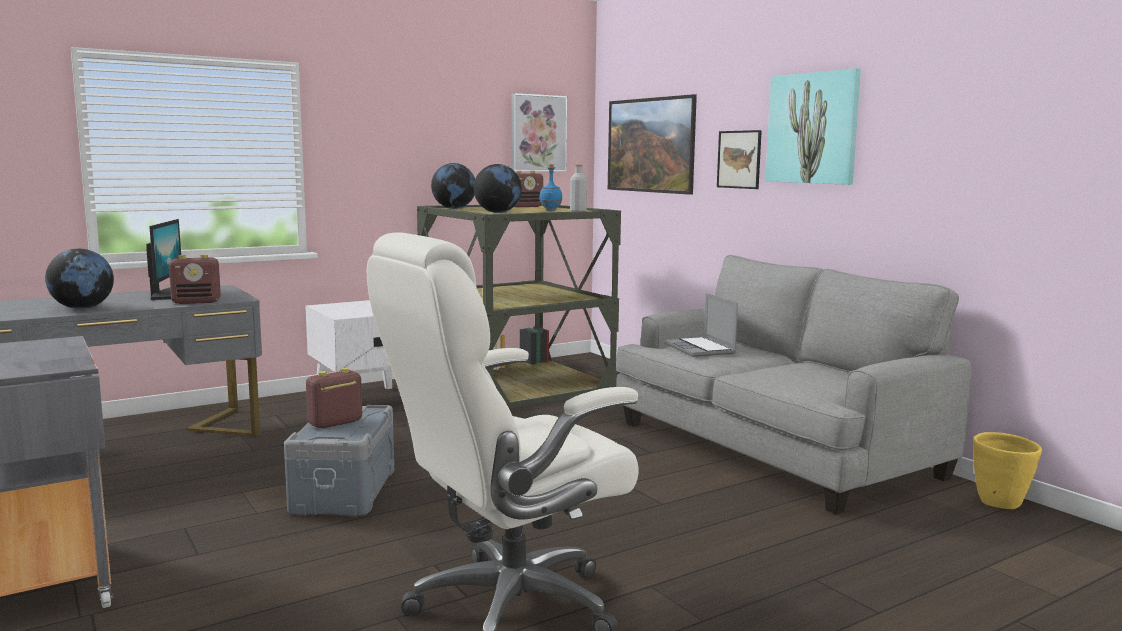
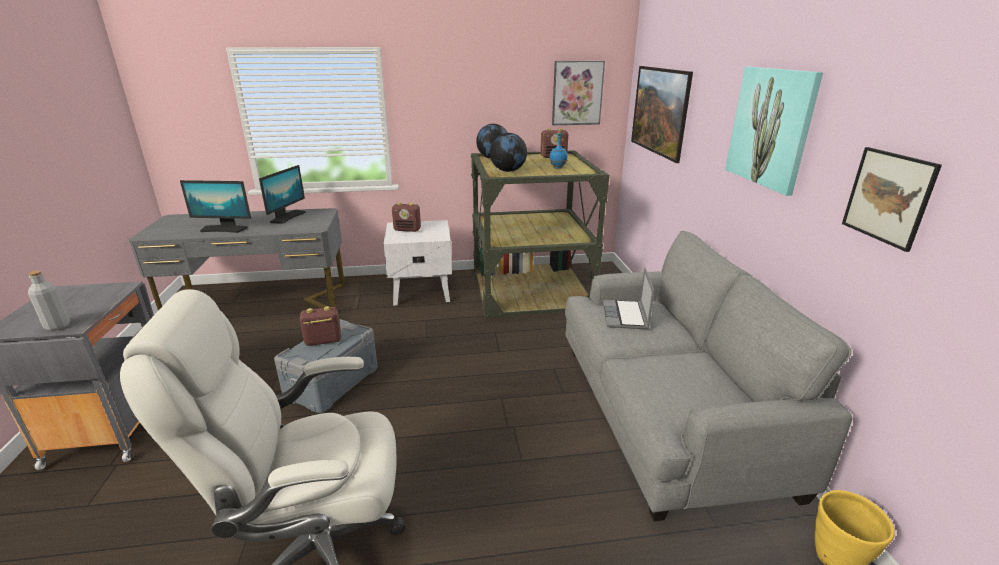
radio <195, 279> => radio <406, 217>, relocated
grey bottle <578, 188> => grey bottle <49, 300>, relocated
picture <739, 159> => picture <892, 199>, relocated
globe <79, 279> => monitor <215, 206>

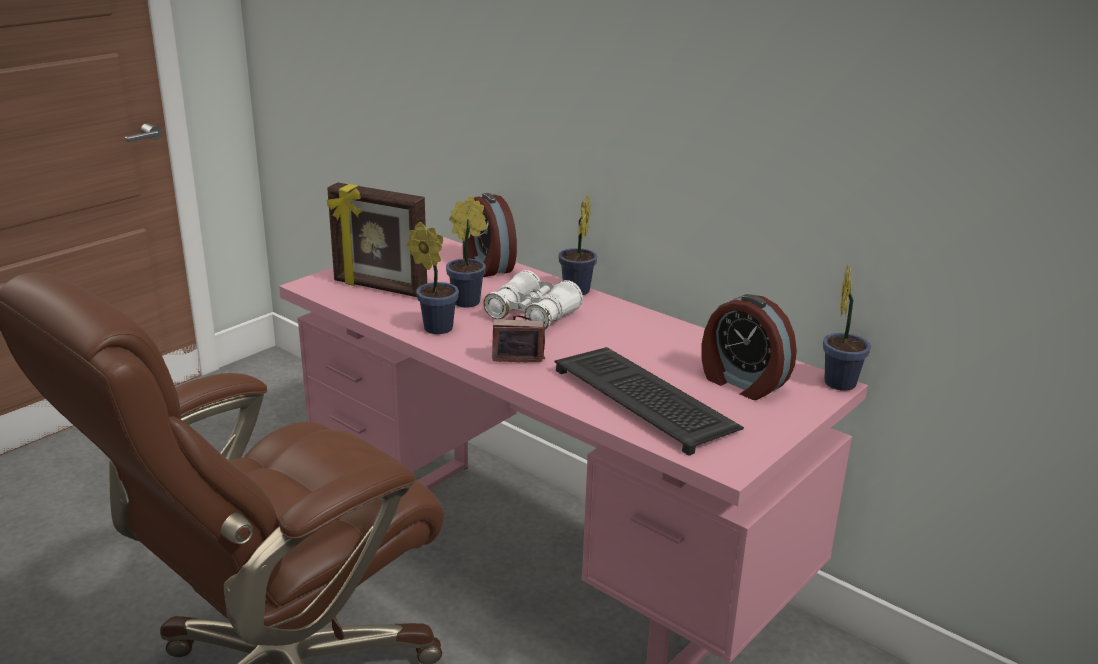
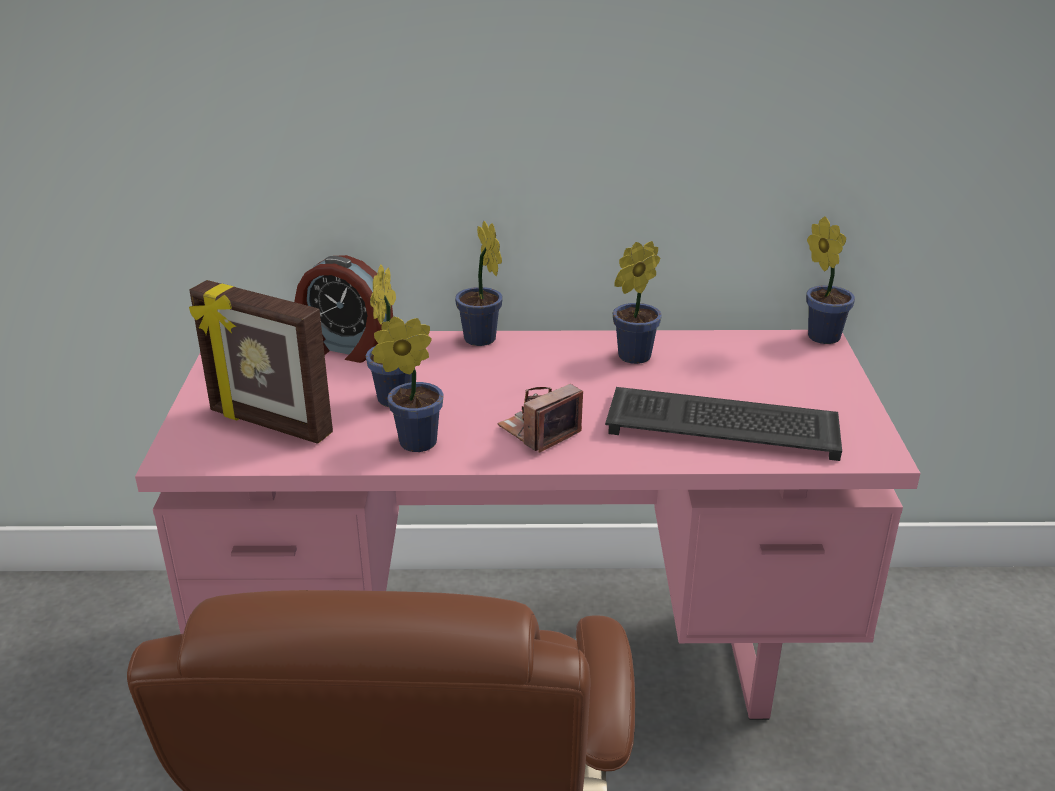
white binoculars <533, 299> => nothing
alarm clock <749, 347> => nothing
nothing => potted plant <637, 302>
picture frame <377, 240> => picture frame <261, 362>, 45 degrees clockwise

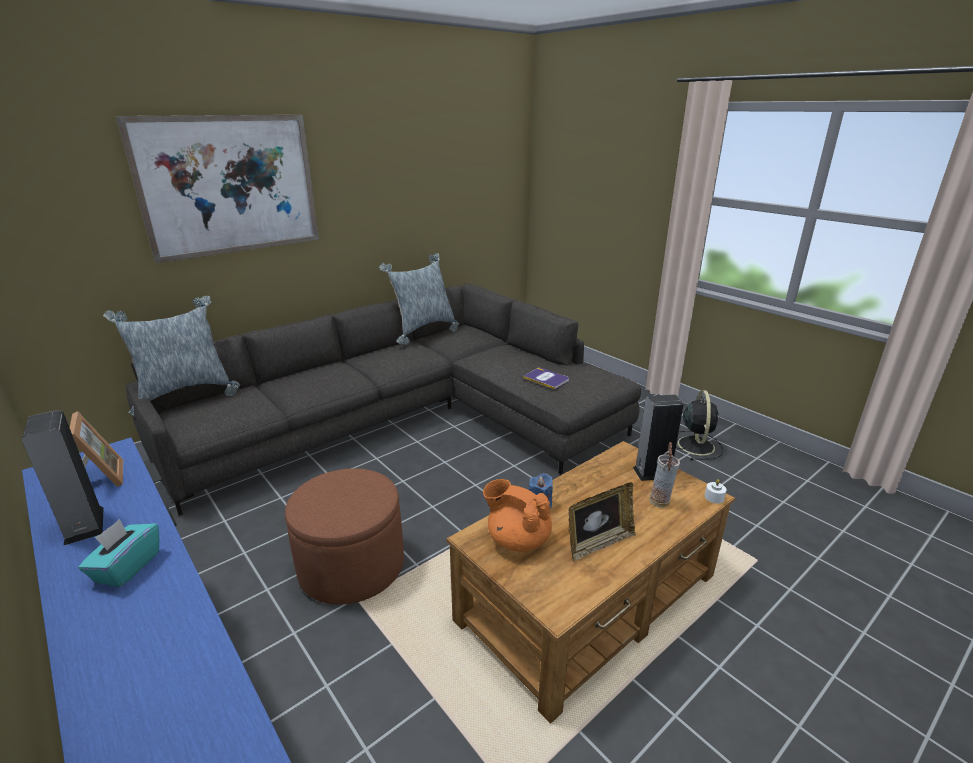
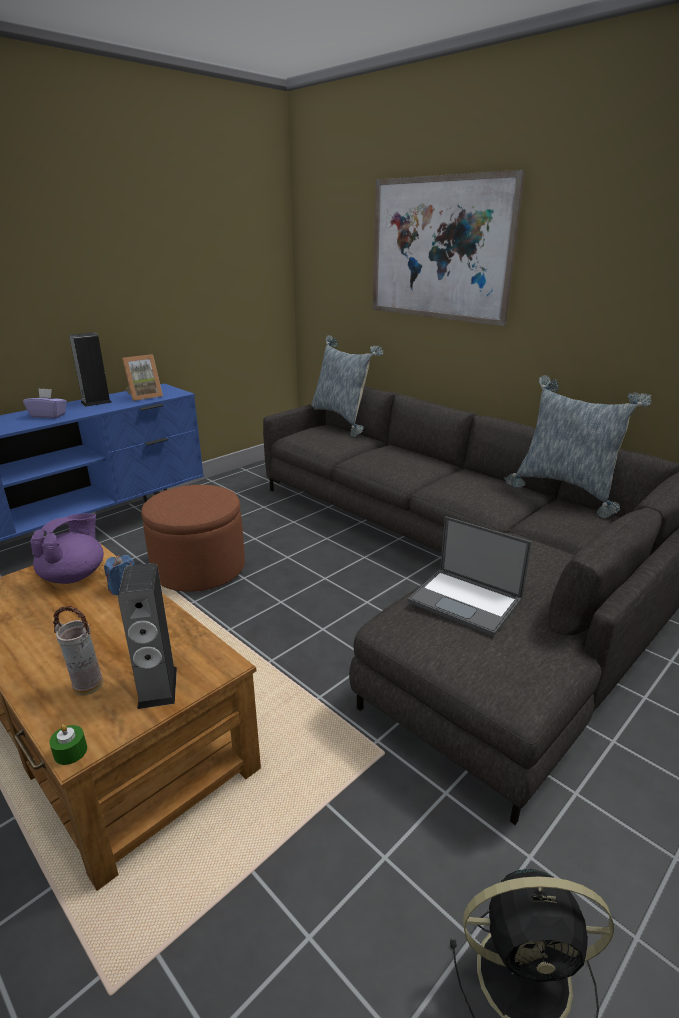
picture frame <602, 521> => nothing
book <546, 378> => laptop <470, 576>
turquoise tissue box <118, 553> => purple tissue box <45, 403>
orange teapot <517, 515> => purple teapot <67, 548>
white candle <715, 491> => green candle <68, 744>

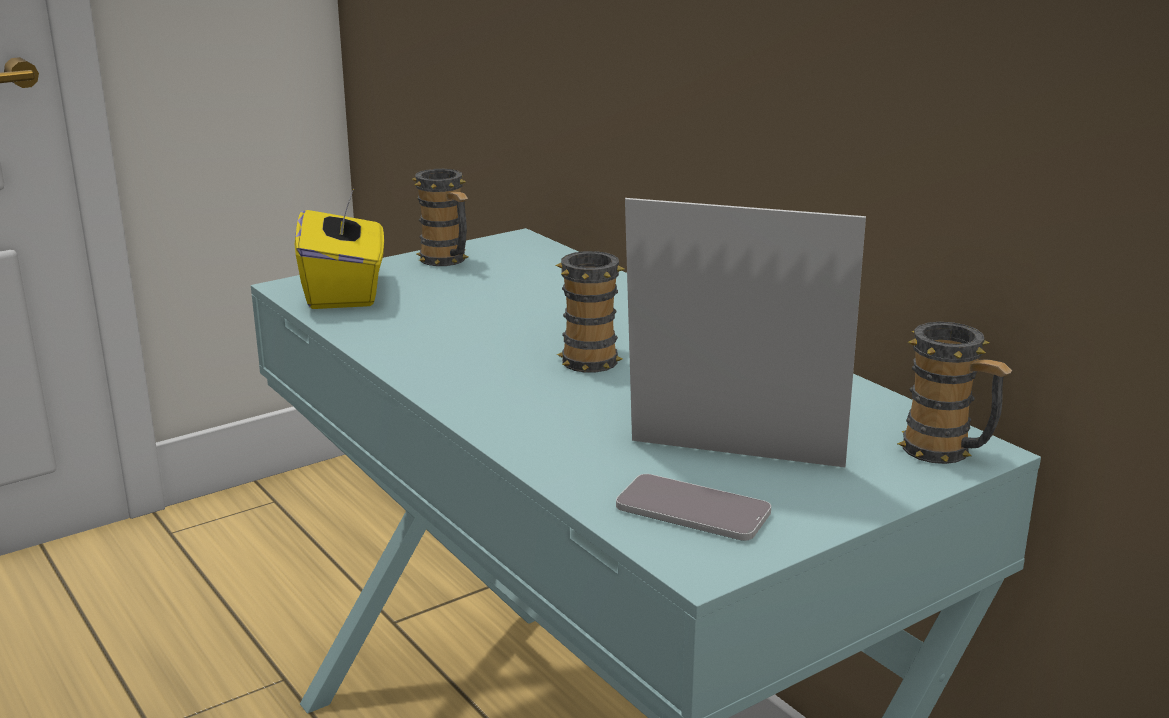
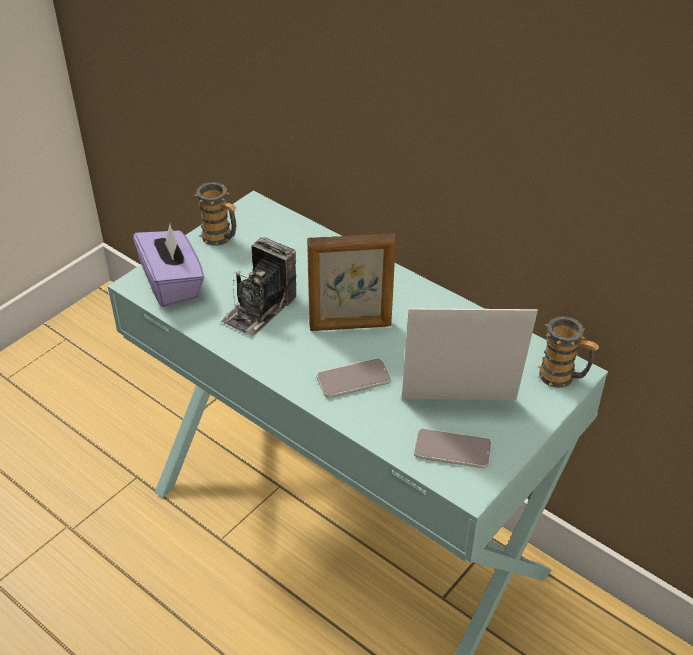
nothing => photo camera <258, 287>
nothing => phone <354, 378>
mug <590, 312> => picture frame <351, 282>
yellow tissue box <339, 249> => purple tissue box <169, 265>

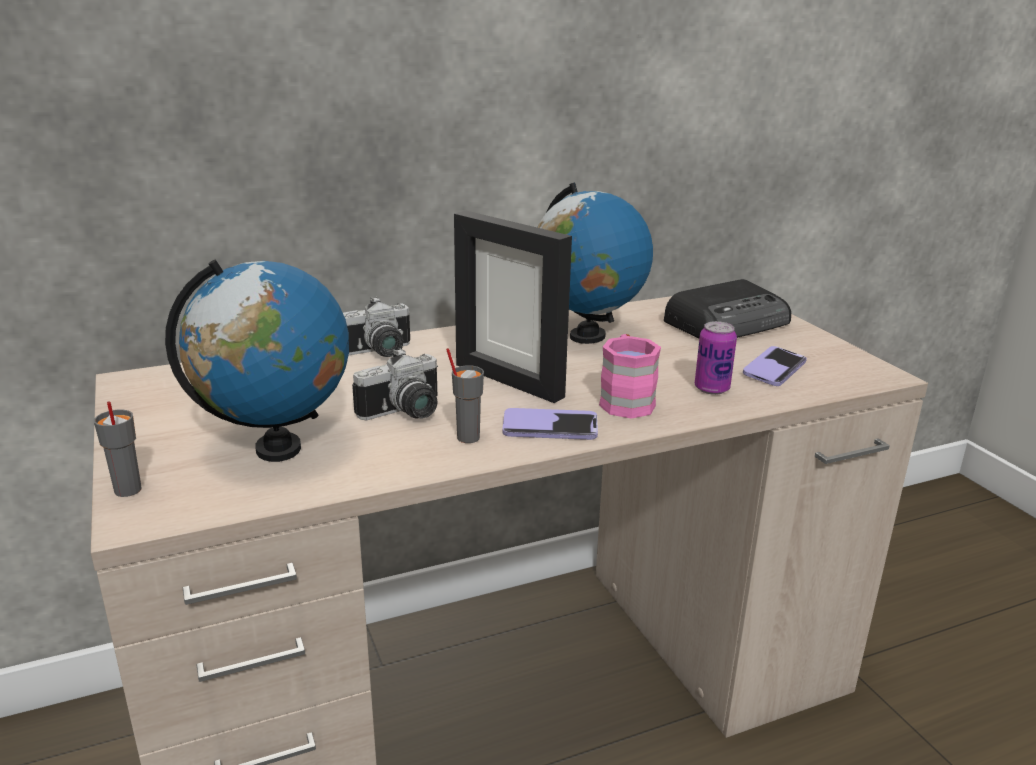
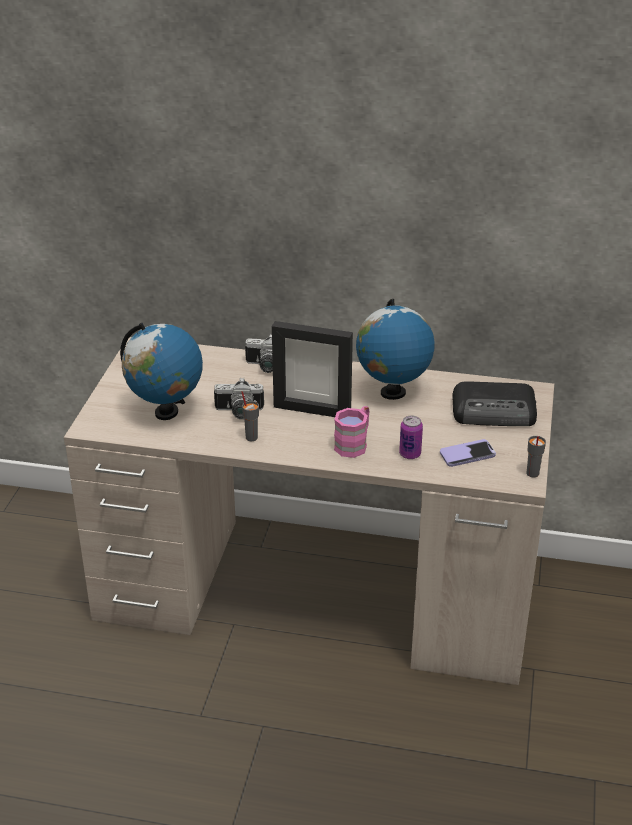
phone <550, 424> => nothing
grey cup <118, 449> => grey cup <536, 456>, relocated
picture frame <513, 307> => picture frame <312, 369>, 60 degrees counterclockwise

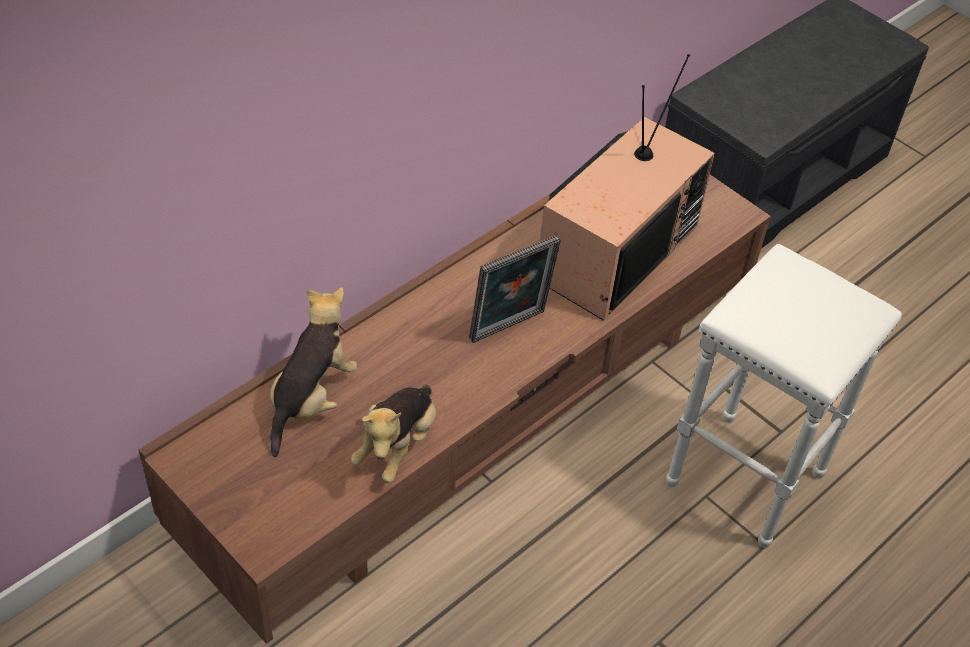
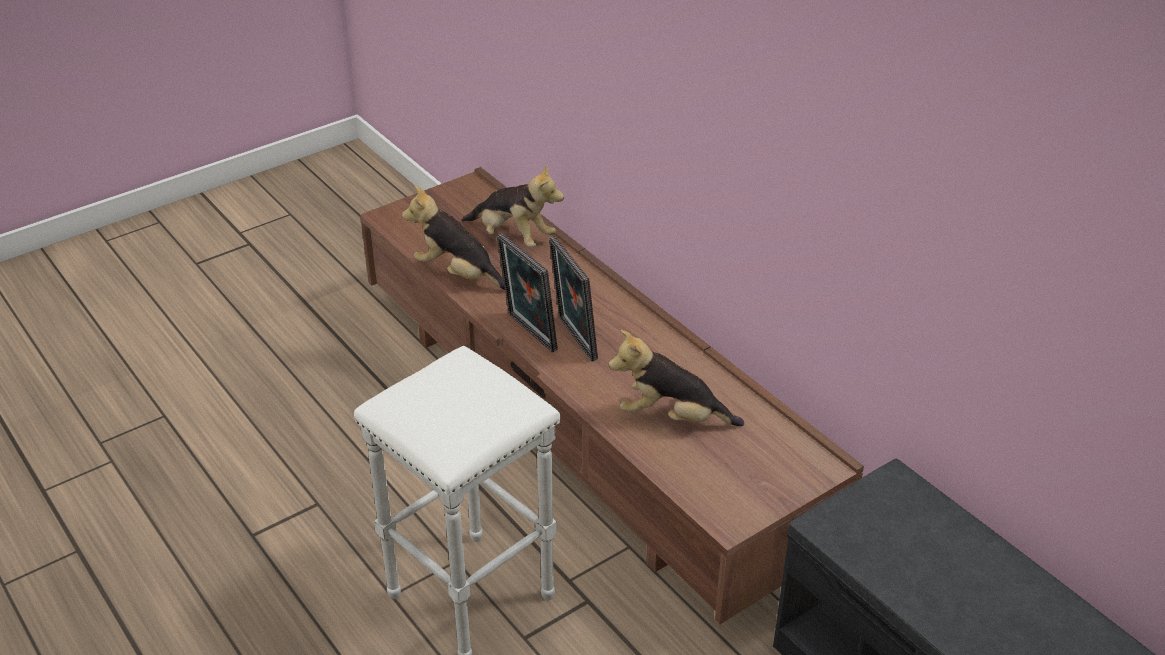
nothing => picture frame <527, 292>
television <627, 187> => plush toy <676, 378>

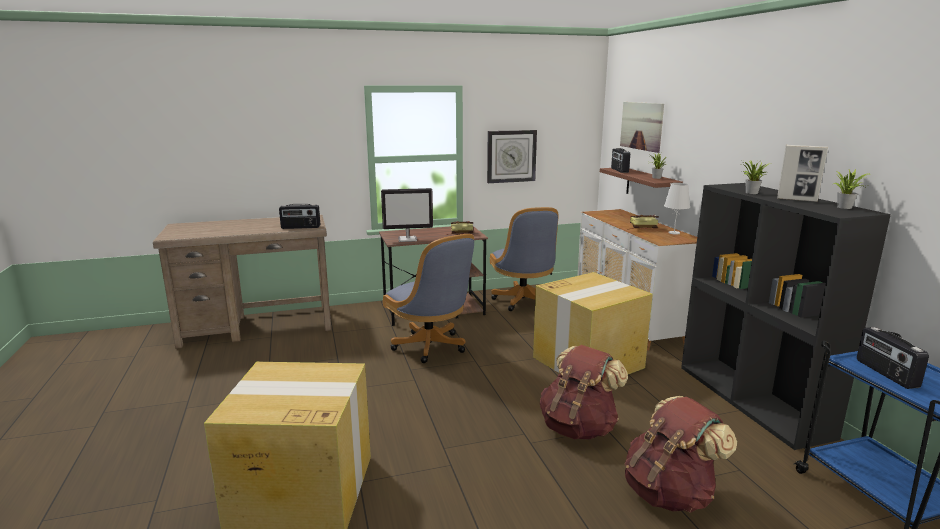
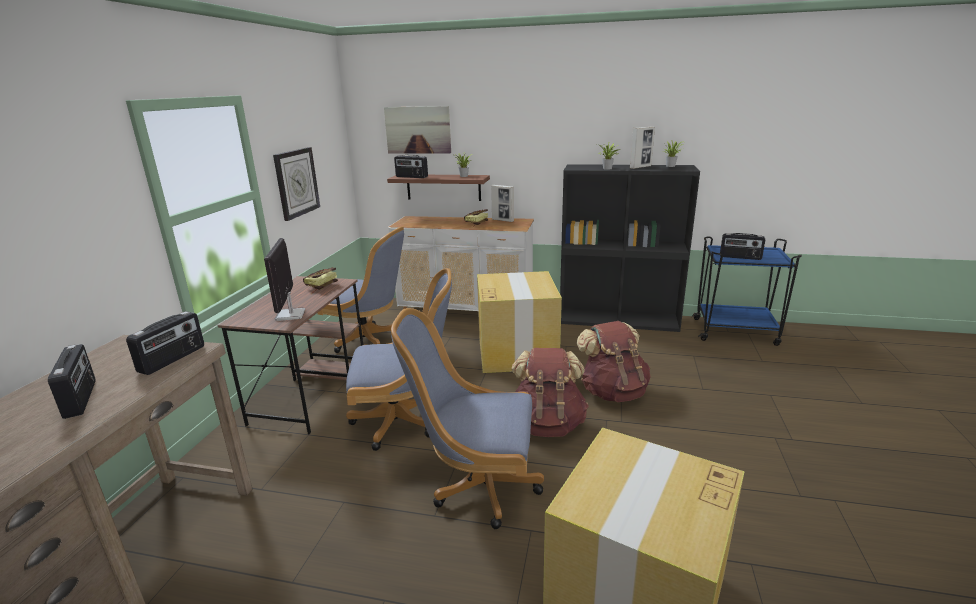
nothing => radio <72, 381>
nothing => blue office chair <467, 418>
brown backpack <681, 454> => brown backpack <550, 392>, relocated
white table lamp <677, 209> => picture frame <502, 203>
monitor <407, 215> => monitor <284, 279>, 150 degrees clockwise

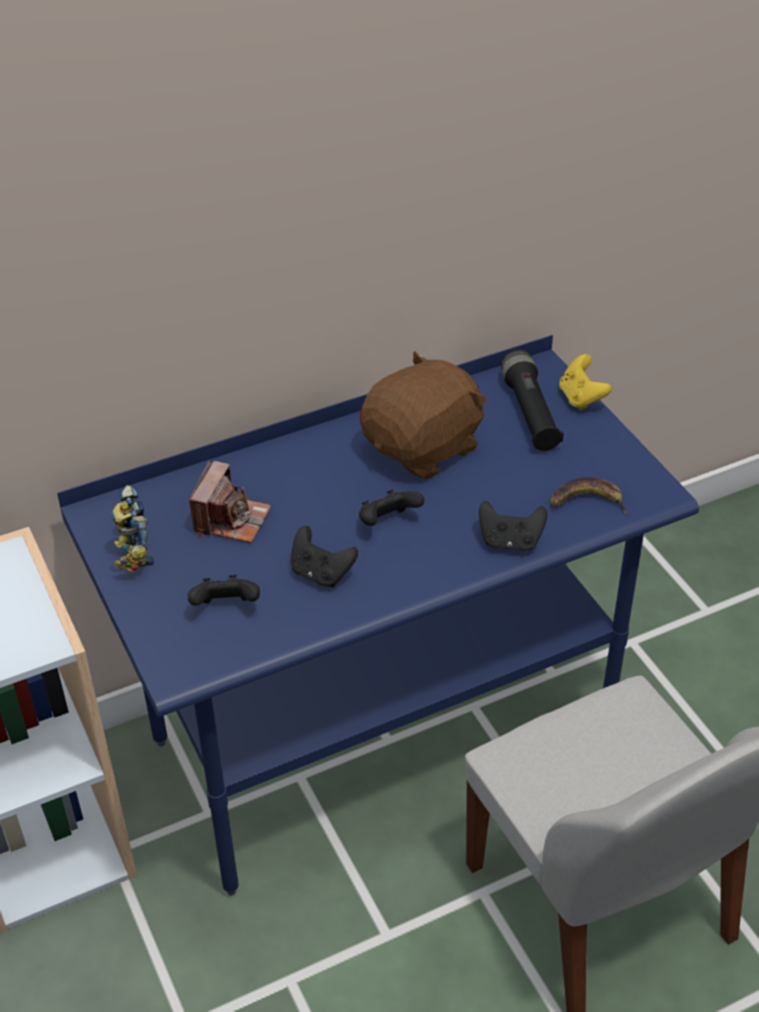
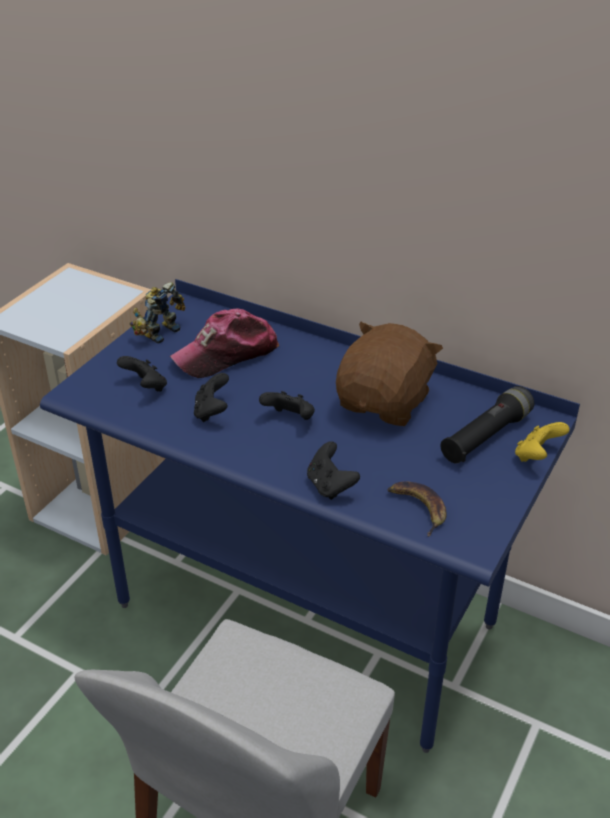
photo camera <230, 502> => cap <224, 343>
brown plush toy <423, 415> => brown plush toy <389, 374>, 75 degrees counterclockwise

